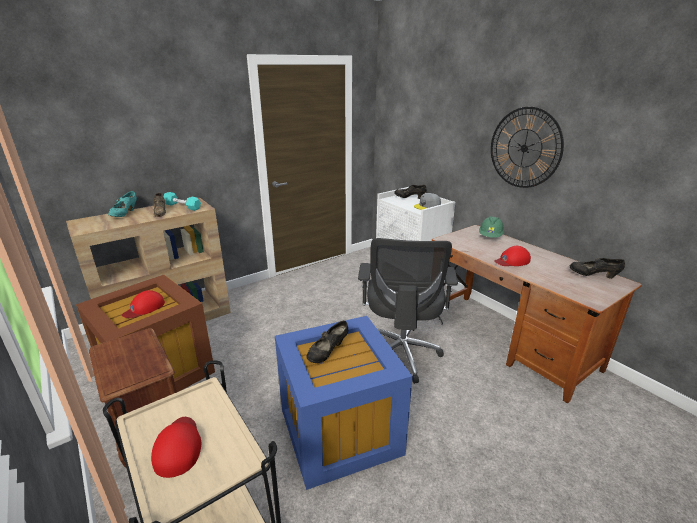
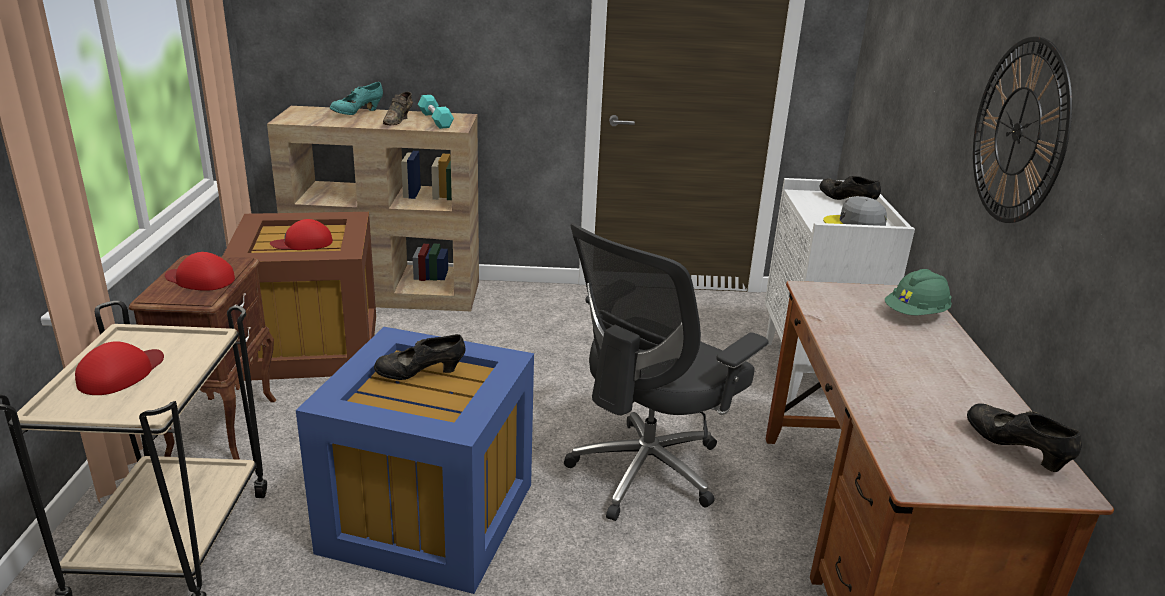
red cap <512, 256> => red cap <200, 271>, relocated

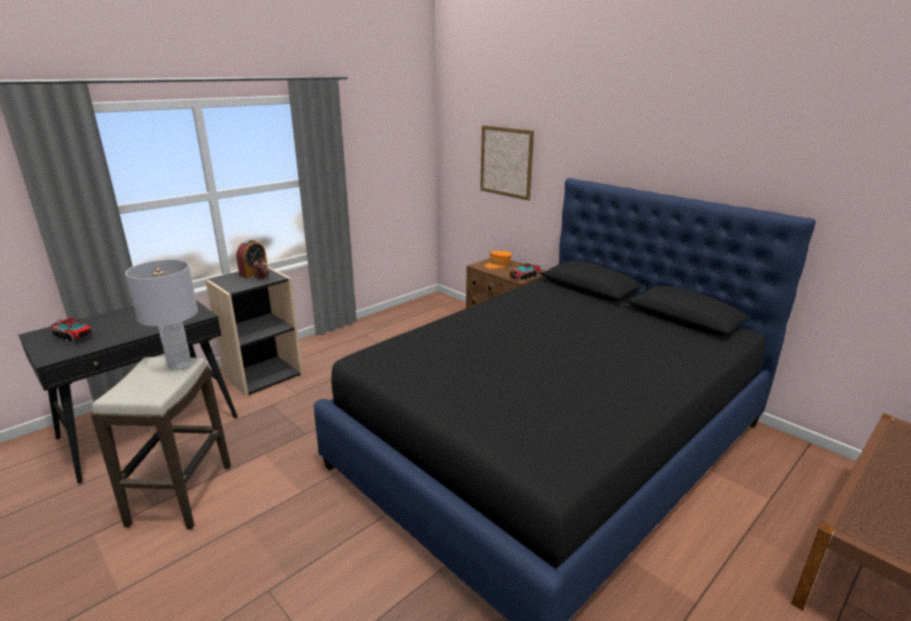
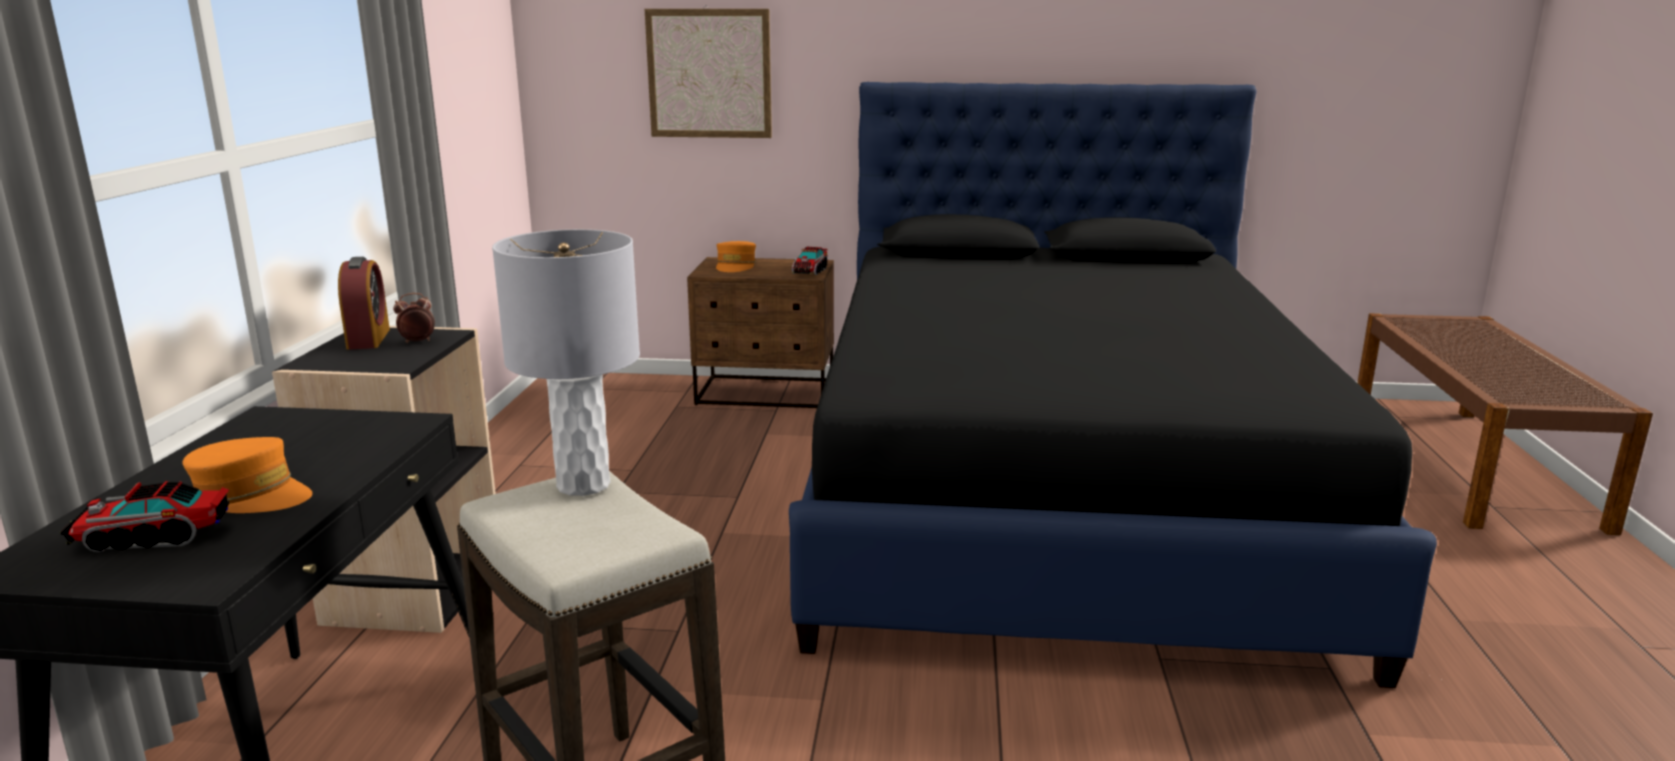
nothing => orange cap <247, 475>

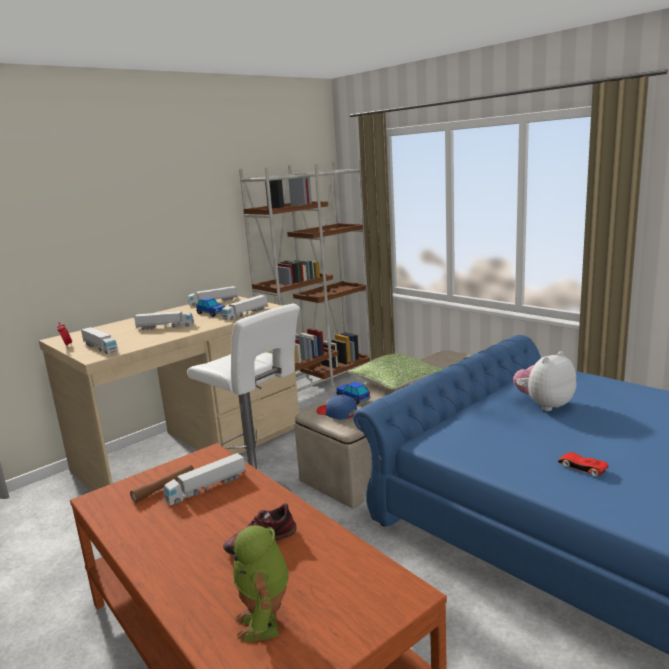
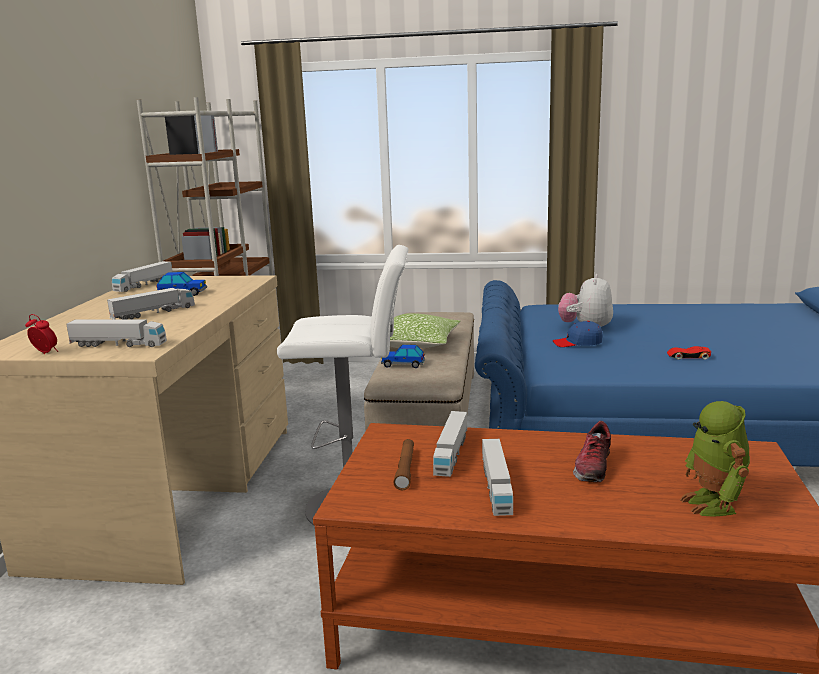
toy truck <245, 307> => toy truck <497, 477>, relocated
blue cap <336, 407> => blue cap <578, 334>, relocated
toy robot <261, 583> => toy robot <715, 459>, 45 degrees clockwise

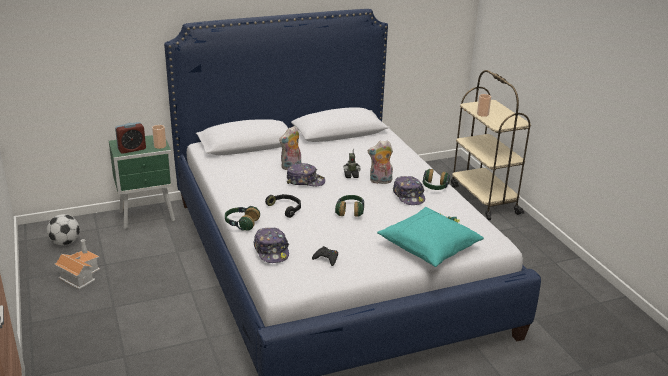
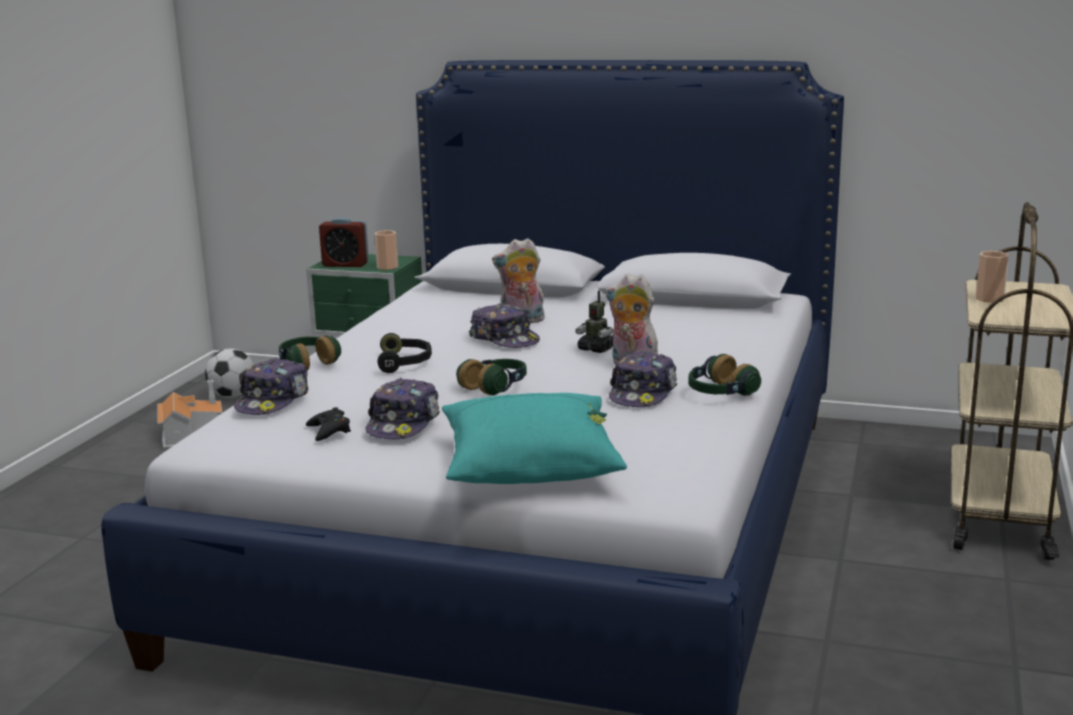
nothing => cap <403, 409>

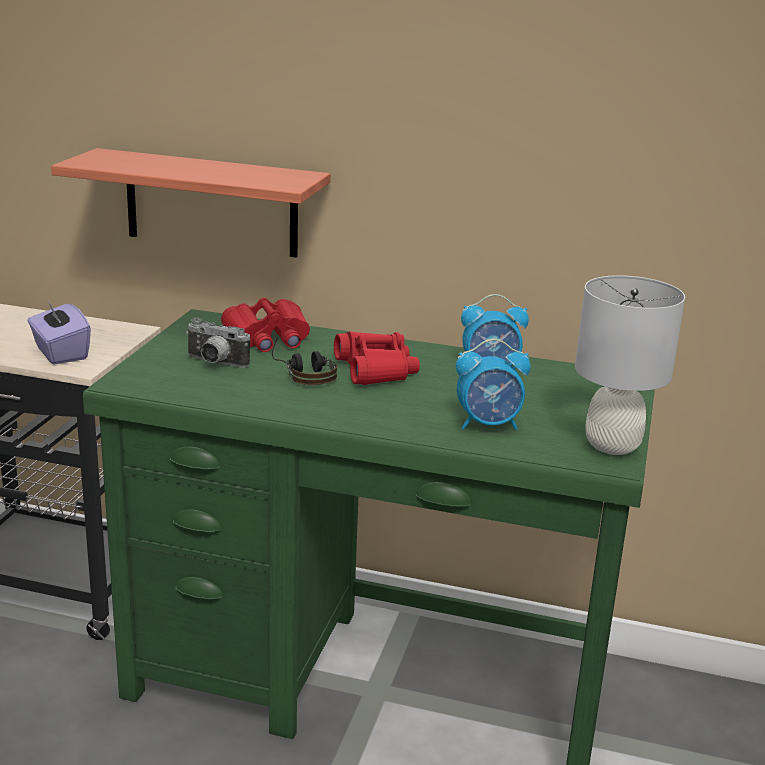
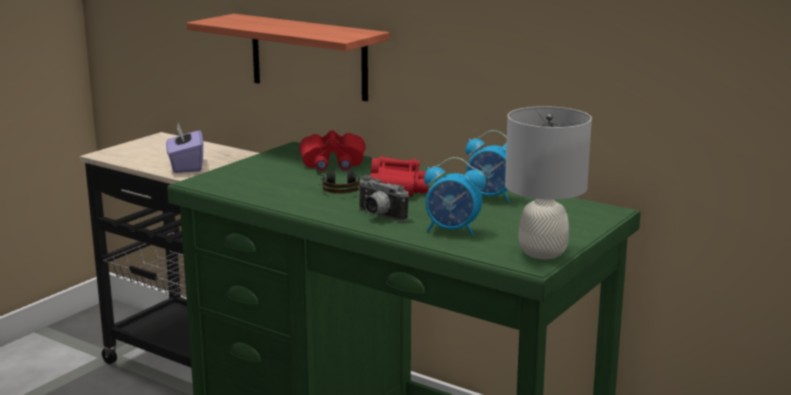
photo camera <218, 343> => photo camera <383, 198>, relocated

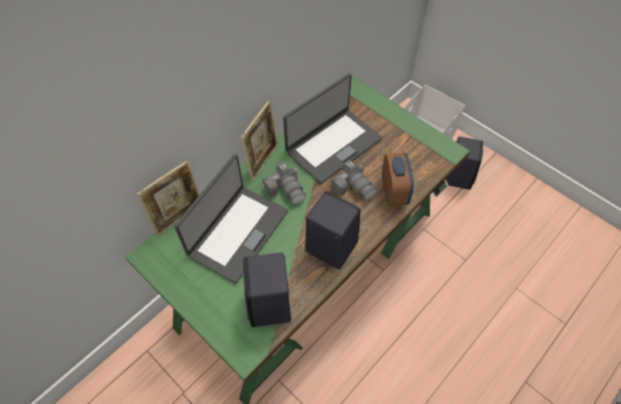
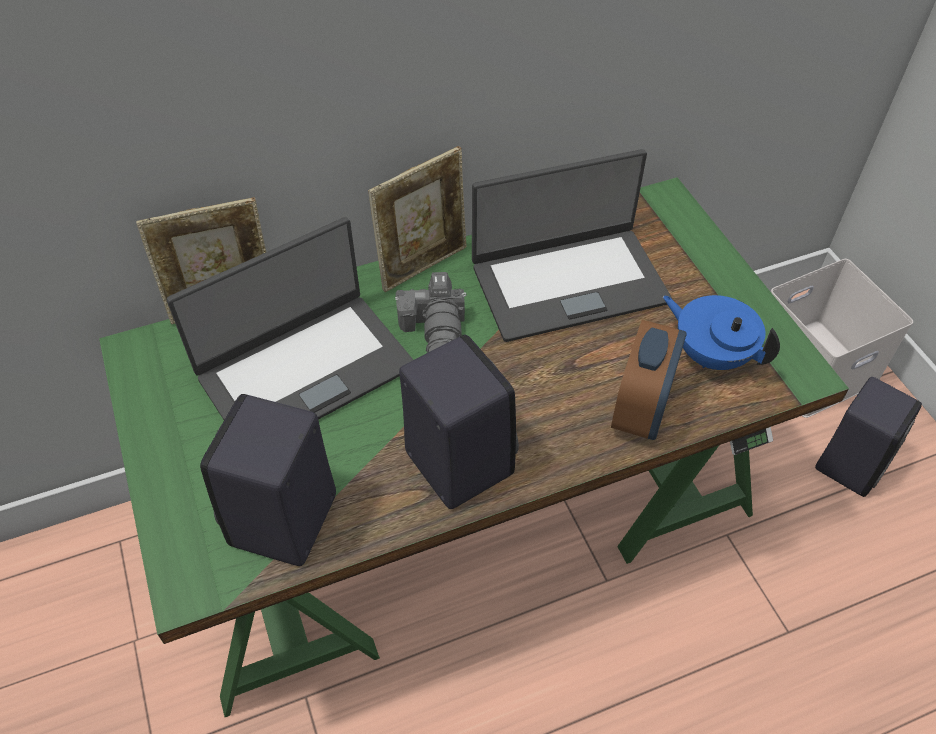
photo camera <353, 180> => nothing
nothing => blue teapot <721, 332>

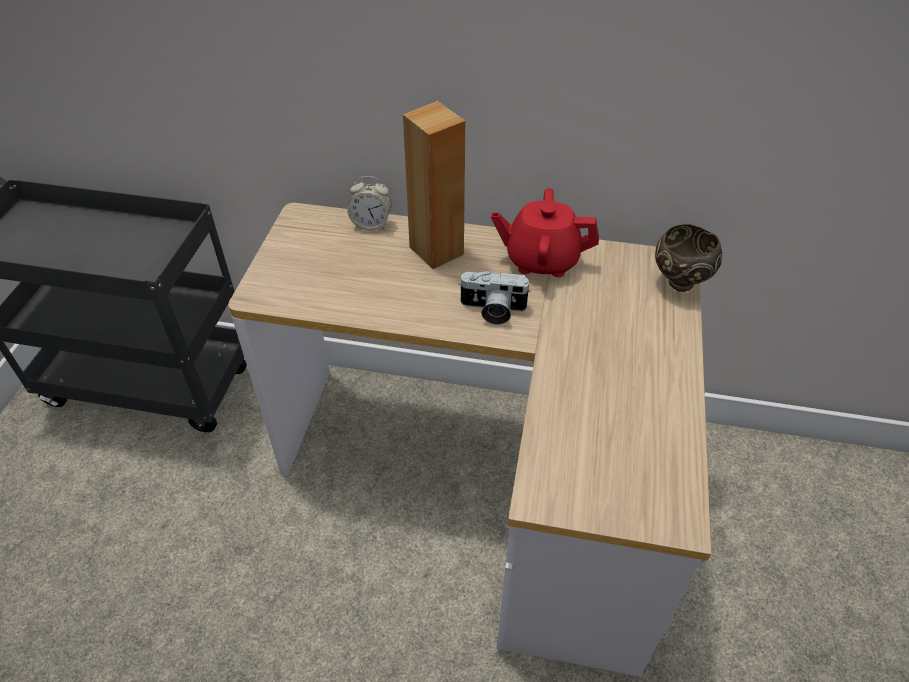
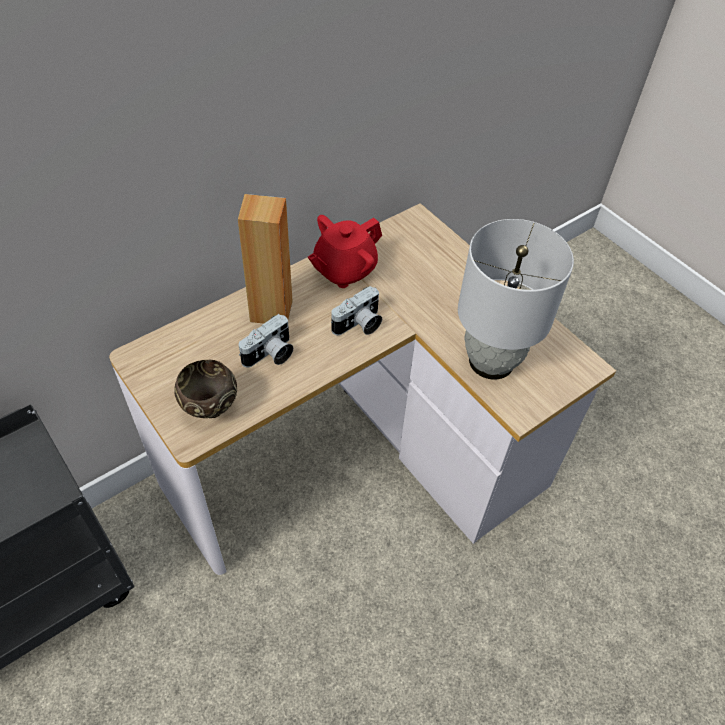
alarm clock <369, 203> => nothing
nothing => photo camera <266, 340>
nothing => white table lamp <516, 299>
brown bowl <689, 258> => brown bowl <205, 389>, relocated

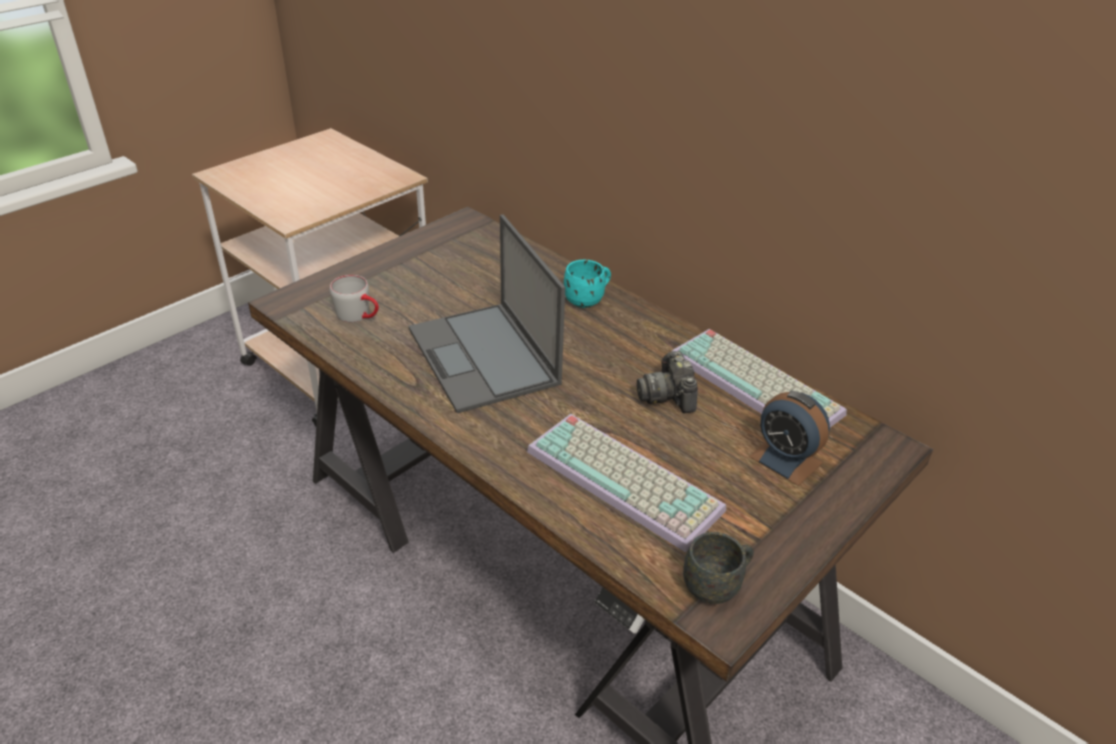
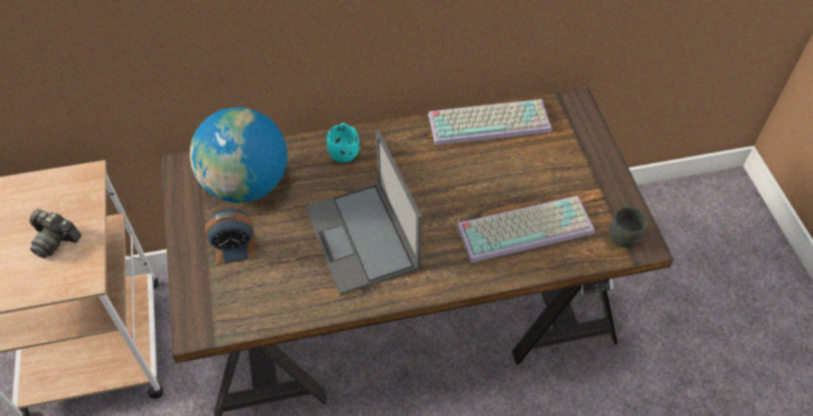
grey mug <354, 298> => nothing
nothing => globe <238, 155>
photo camera <667, 382> => photo camera <55, 233>, relocated
alarm clock <789, 438> => alarm clock <231, 237>, relocated
laptop <487, 313> => laptop <363, 212>, 60 degrees clockwise

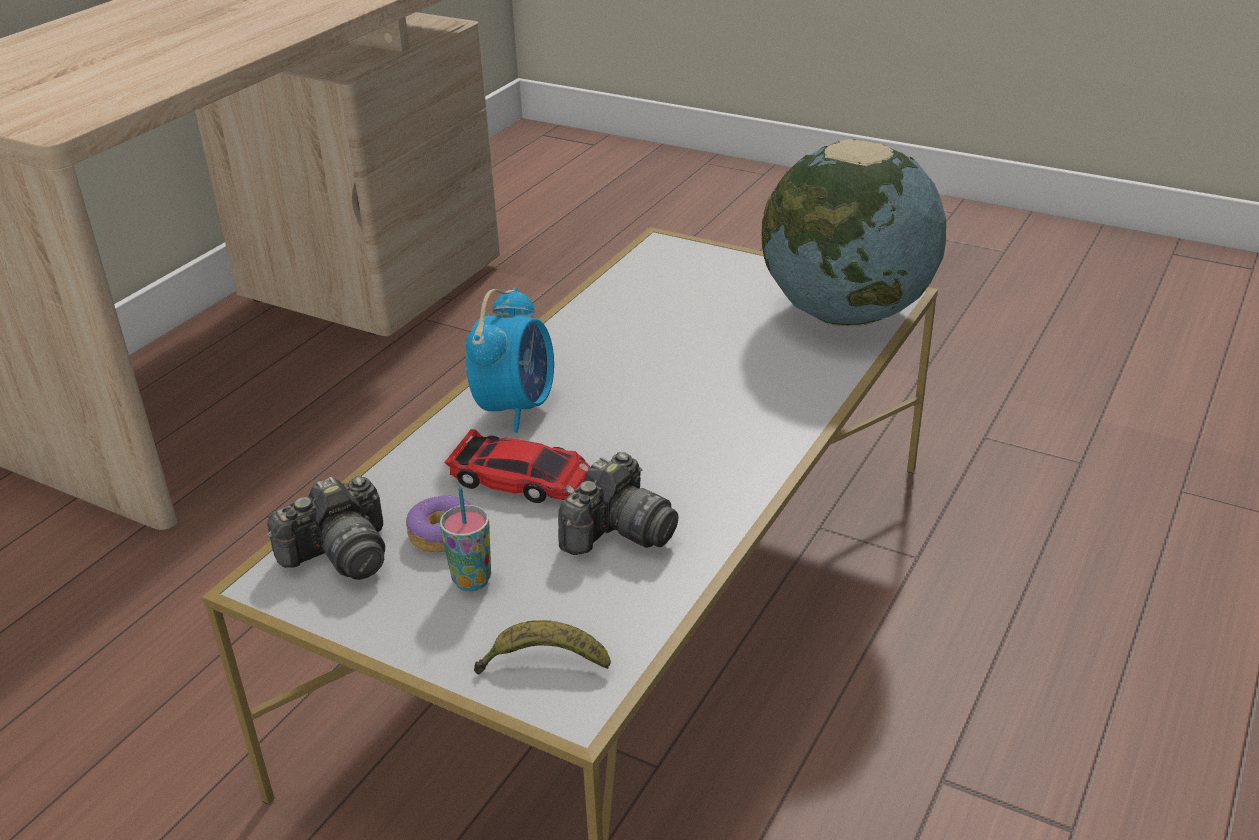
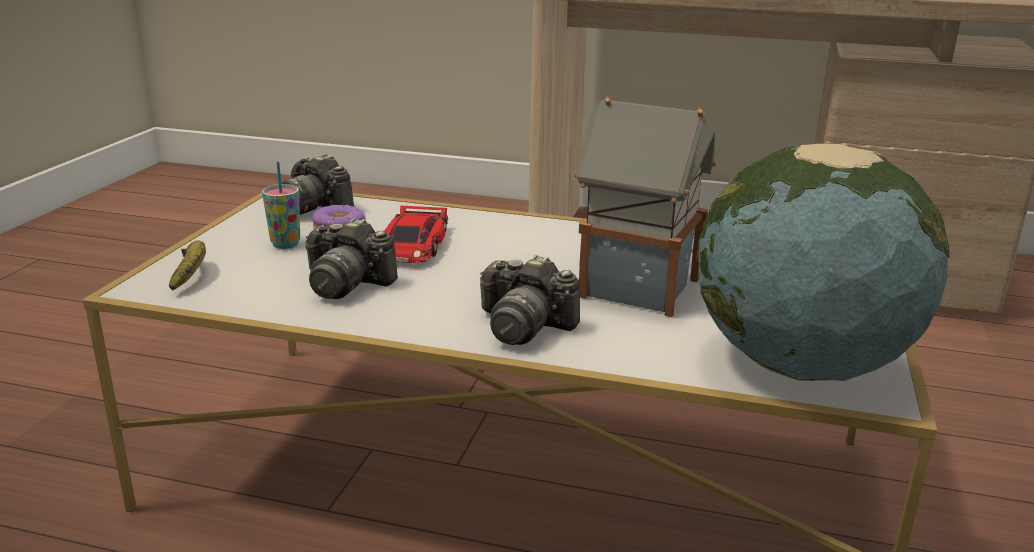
alarm clock <509, 360> => nothing
nothing => photo camera <530, 300>
nothing => toy house <645, 206>

